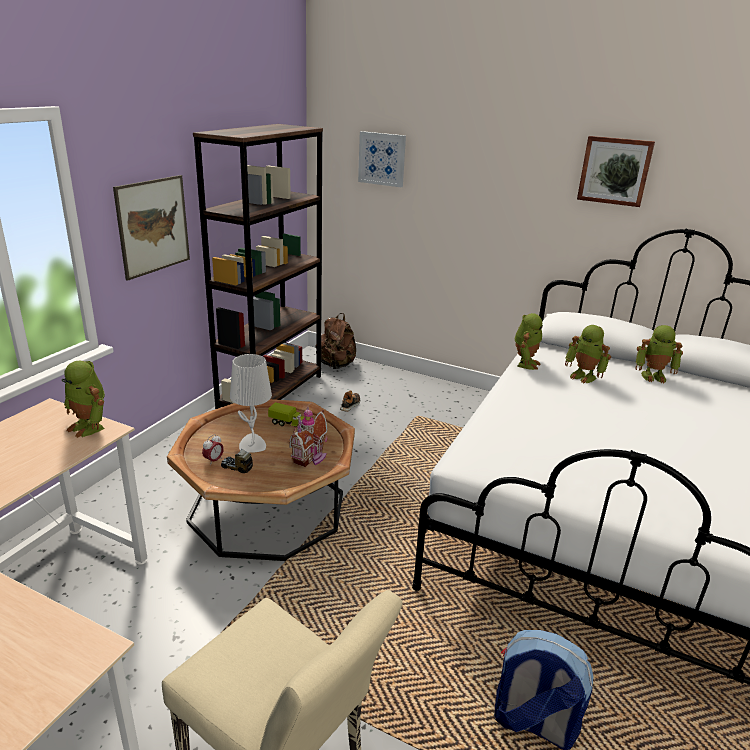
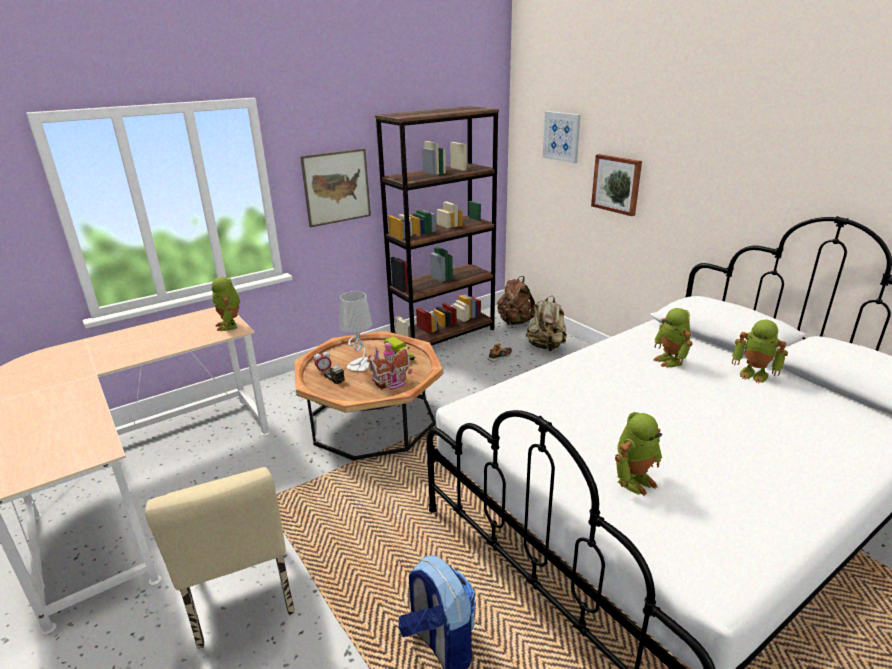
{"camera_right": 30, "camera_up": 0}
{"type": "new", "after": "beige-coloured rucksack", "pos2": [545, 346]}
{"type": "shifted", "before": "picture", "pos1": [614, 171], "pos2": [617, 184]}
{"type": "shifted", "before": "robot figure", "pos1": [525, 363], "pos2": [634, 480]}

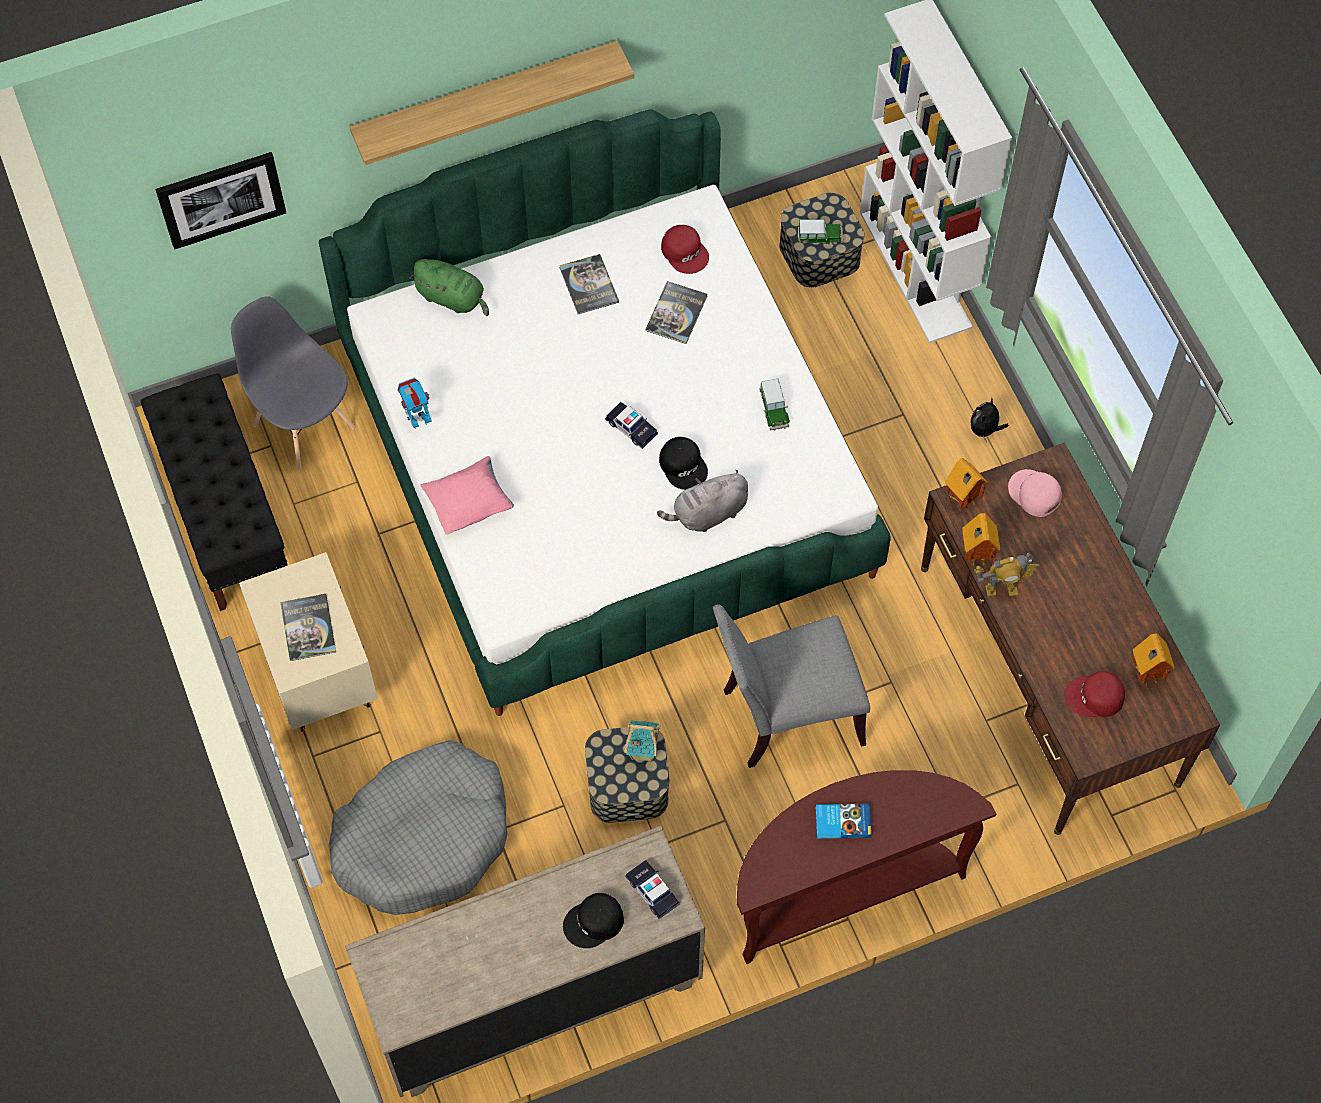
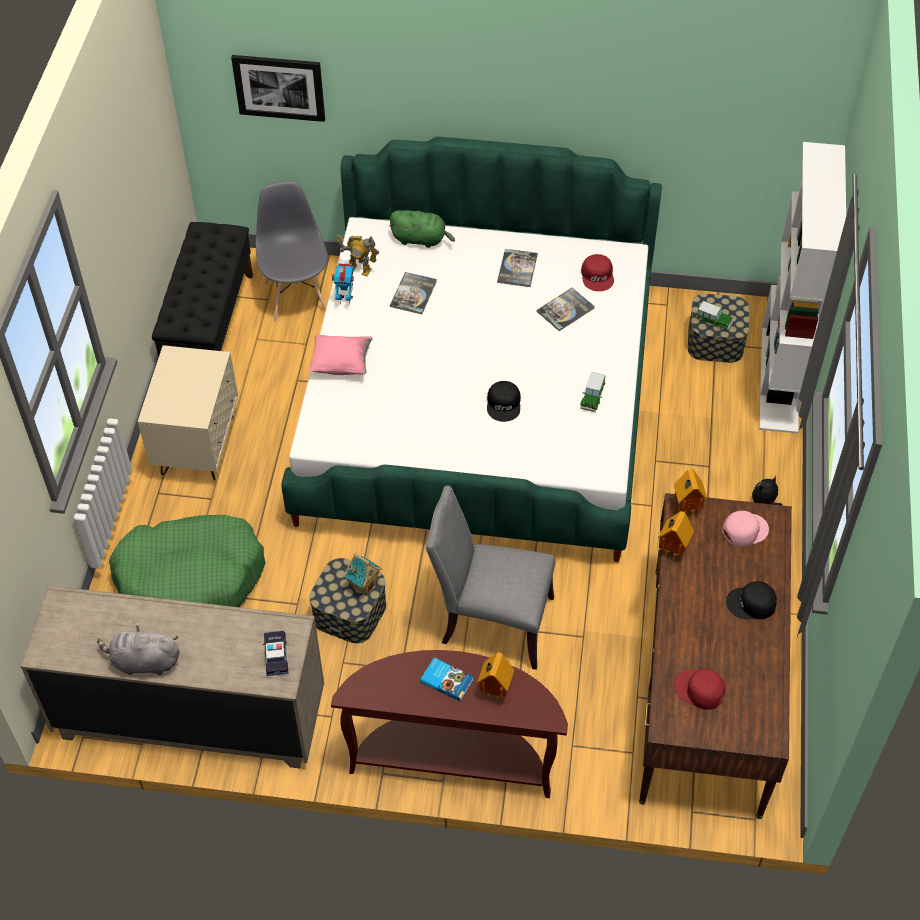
{"camera_right": 30, "camera_up": -10}
{"type": "shifted", "before": "greyish soft toy", "pos1": [707, 514], "pos2": [143, 662]}
{"type": "repainted", "before": "greyish pet bed", "after": "green pet bed", "pos1": [423, 837], "pos2": [191, 578]}
{"type": "shifted", "before": "robot figure", "pos1": [1001, 589], "pos2": [359, 269]}
{"type": "rotated", "before": "green soft toy", "pos1": [453, 298], "pos2": [421, 239], "turn": -45}
{"type": "shifted", "before": "volume", "pos1": [308, 628], "pos2": [413, 294]}
{"type": "shifted", "before": "toy house", "pos1": [1145, 674], "pos2": [493, 691]}
{"type": "rotated", "before": "pinkish baseball cap", "pos1": [1034, 494], "pos2": [744, 530], "turn": 75}
{"type": "shifted", "before": "blackish baseball cap", "pos1": [594, 923], "pos2": [751, 604]}
{"type": "gone", "before": "wall shelf", "pos1": [486, 98]}
{"type": "gone", "before": "model car", "pos1": [631, 428]}

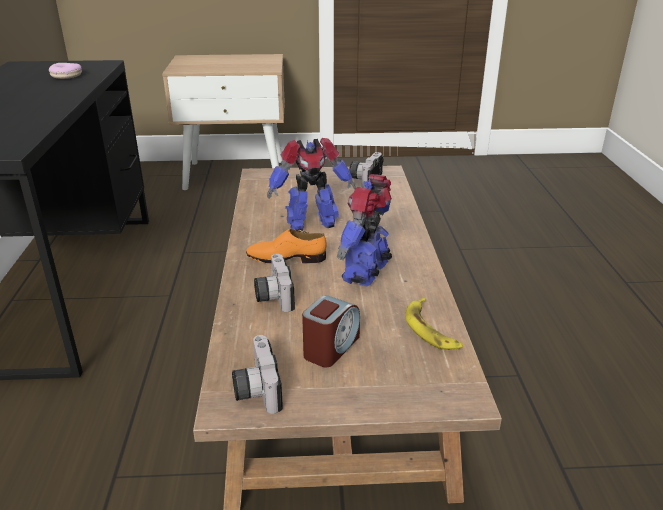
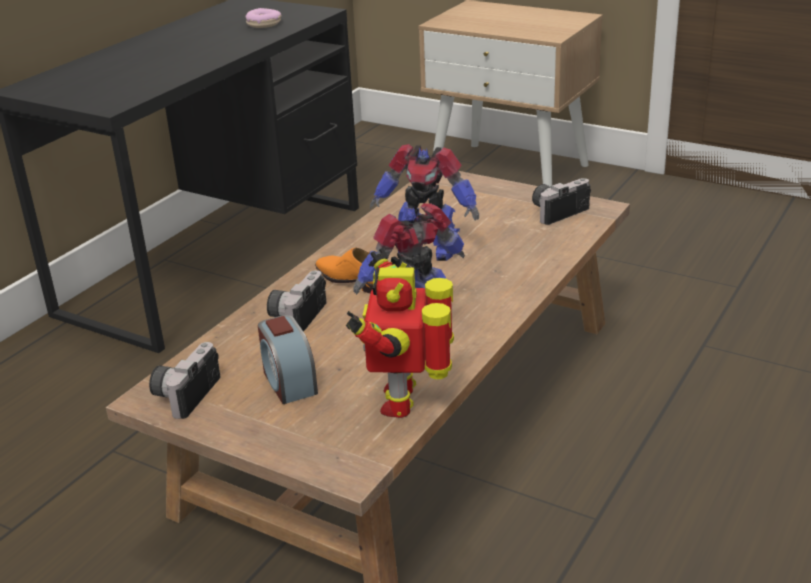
{"camera_right": 35, "camera_up": 0}
{"type": "rotated", "before": "bedside clock", "pos1": [331, 347], "pos2": [288, 382], "turn": 90}
{"type": "swapped", "before": "banana", "after": "robot figure", "pos1": [431, 330], "pos2": [404, 400]}

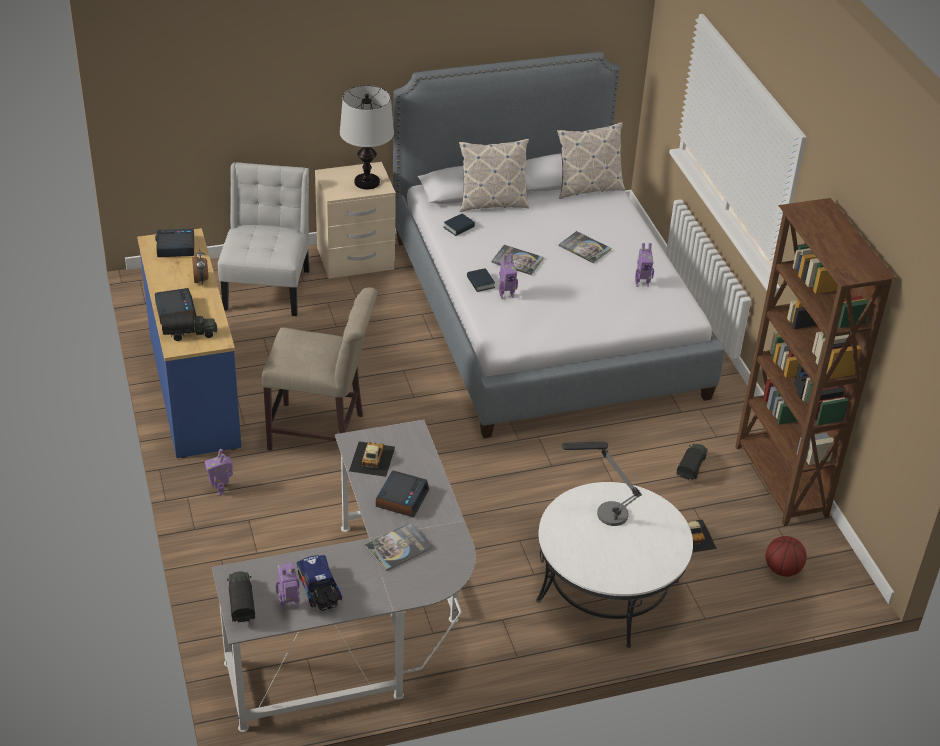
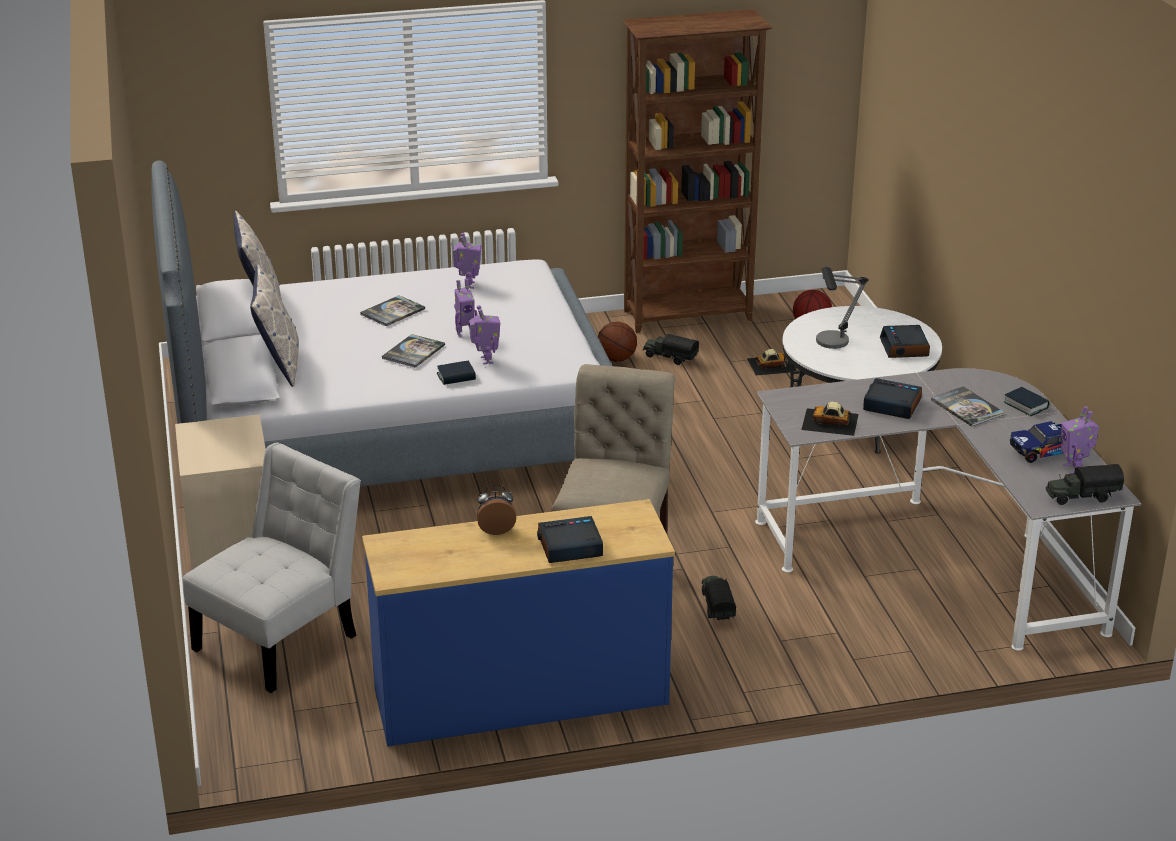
{"camera_right": -85, "camera_up": -10}
{"type": "rotated", "before": "white-coloured chair", "pos1": [268, 286], "pos2": [282, 638], "turn": 120}
{"type": "shifted", "before": "robot figure", "pos1": [220, 489], "pos2": [465, 333]}
{"type": "new", "after": "basketball", "pos2": [617, 359]}
{"type": "shifted", "before": "model truck", "pos1": [190, 334], "pos2": [717, 607]}
{"type": "shifted", "before": "bedside clock", "pos1": [175, 247], "pos2": [905, 348]}
{"type": "shifted", "before": "volume", "pos1": [459, 227], "pos2": [1026, 405]}
{"type": "gone", "before": "table lamp", "pos1": [366, 182]}

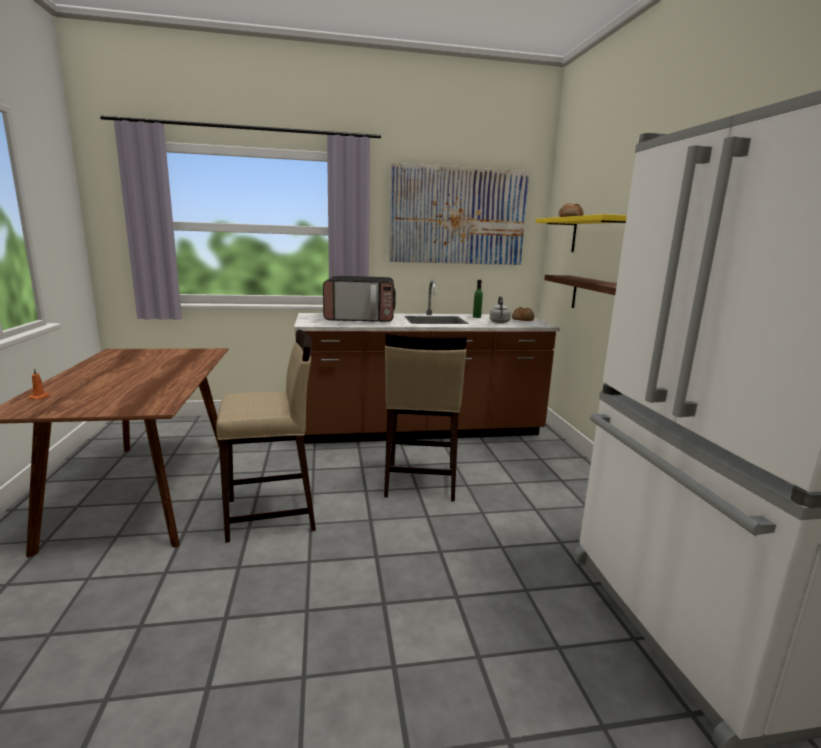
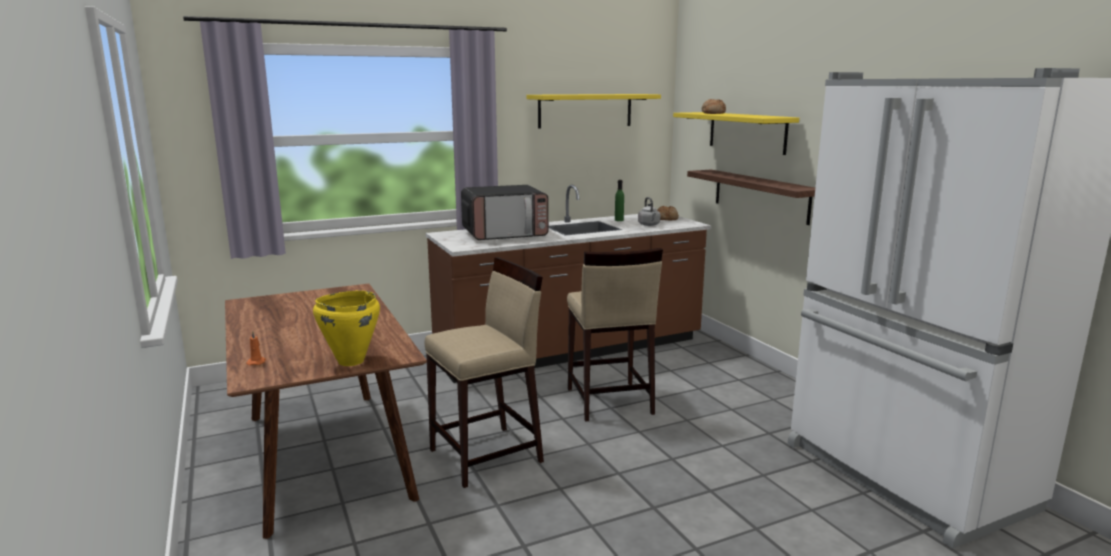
{"camera_right": -15, "camera_up": 0}
{"type": "new", "after": "yellow stockpot", "pos2": [350, 361]}
{"type": "swapped", "before": "picture", "after": "yellow wall shelf", "pos1": [458, 216], "pos2": [585, 110]}

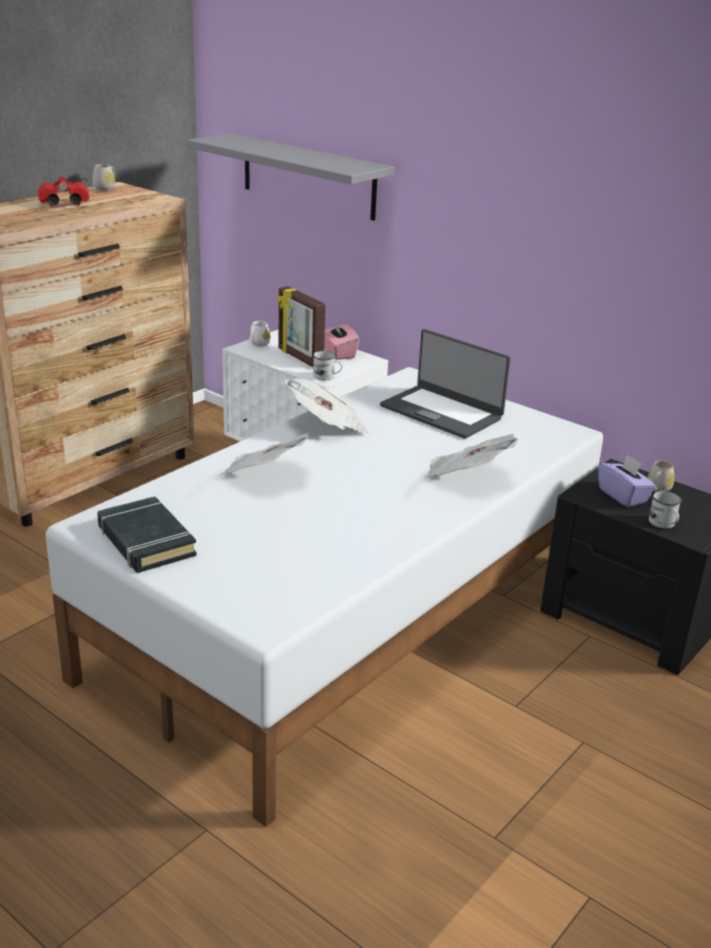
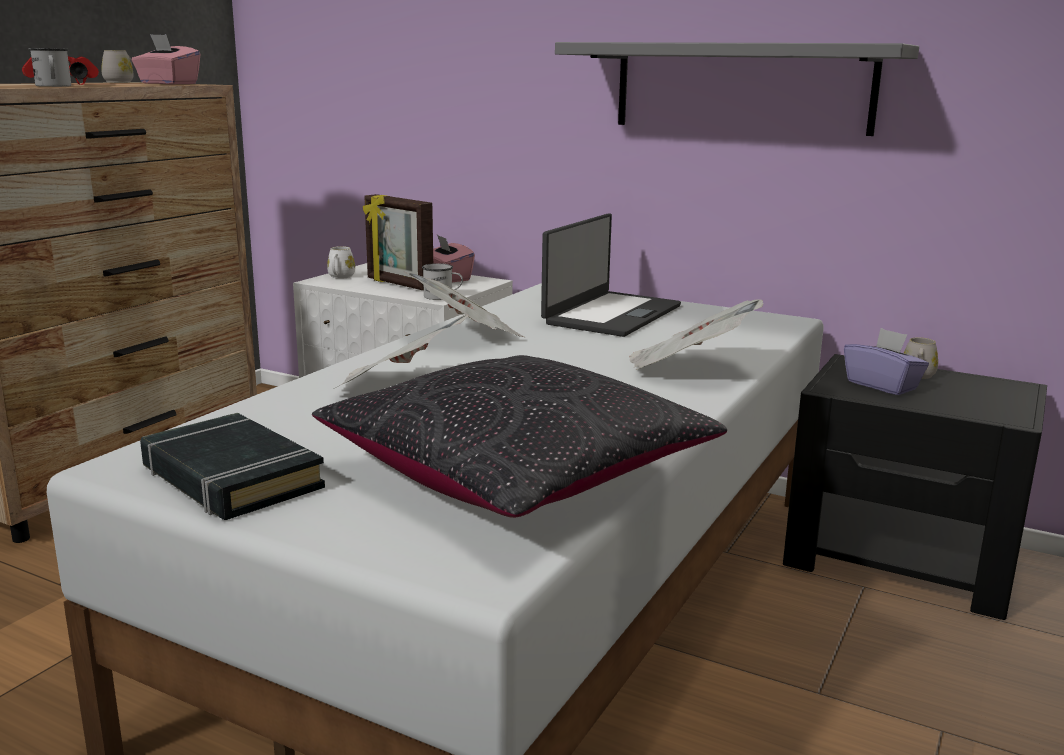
{"camera_right": -10, "camera_up": -10}
{"type": "shifted", "before": "white-coloured mug", "pos1": [664, 524], "pos2": [53, 86]}
{"type": "new", "after": "pinkish tissue holder", "pos2": [168, 83]}
{"type": "new", "after": "blackish cushion", "pos2": [515, 472]}
{"type": "rotated", "before": "notebook computer", "pos1": [442, 412], "pos2": [611, 314], "turn": -90}
{"type": "shifted", "before": "greyish wall shelf", "pos1": [308, 176], "pos2": [742, 88]}

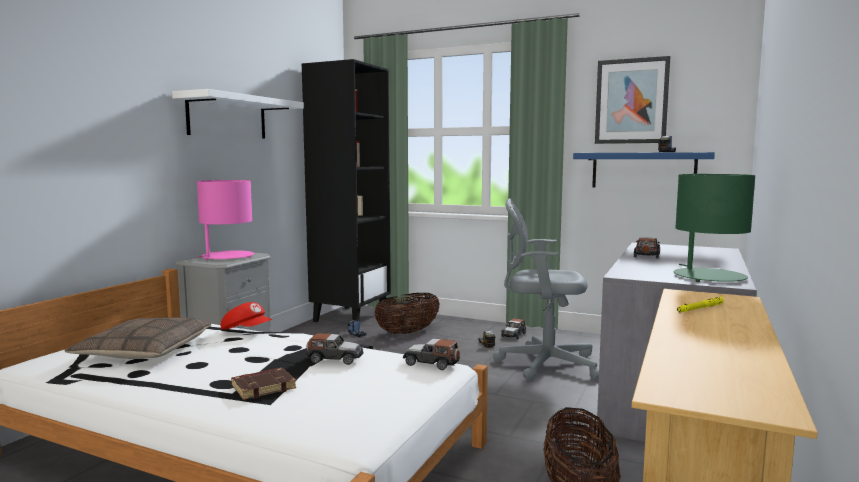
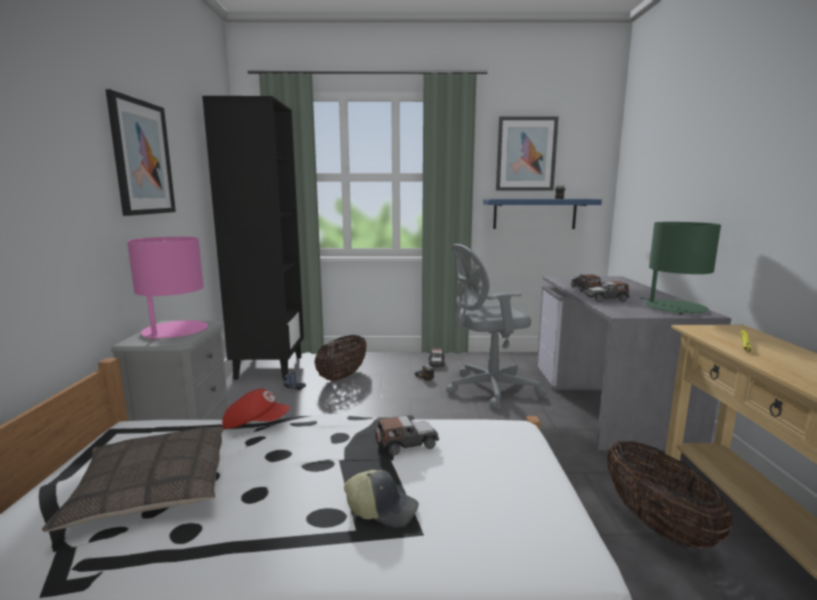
{"camera_right": -25, "camera_up": 5}
{"type": "swapped", "before": "white-coloured wall shelf", "after": "picture", "pos1": [227, 117], "pos2": [142, 158]}
{"type": "swapped", "before": "brownish volume", "after": "baseball cap", "pos1": [264, 387], "pos2": [382, 508]}
{"type": "shifted", "before": "model car", "pos1": [431, 363], "pos2": [606, 299]}

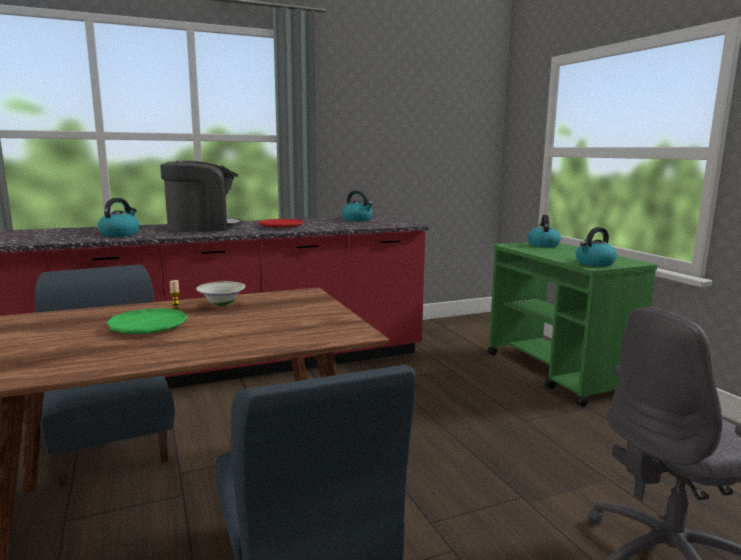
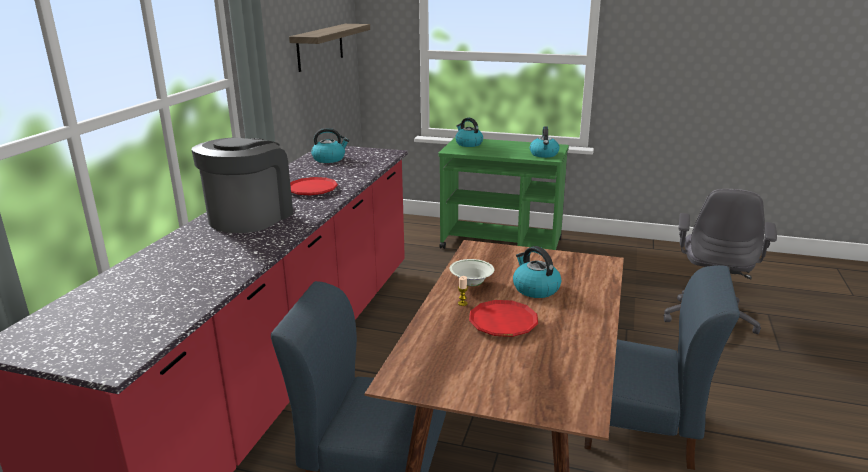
{"camera_right": -50, "camera_up": 10}
{"type": "new", "after": "wall shelf", "pos2": [320, 47]}
{"type": "repainted", "before": "green dinner plate", "after": "reddish dinner plate", "pos1": [148, 326], "pos2": [503, 323]}
{"type": "shifted", "before": "water kettle", "pos1": [120, 234], "pos2": [535, 289]}

